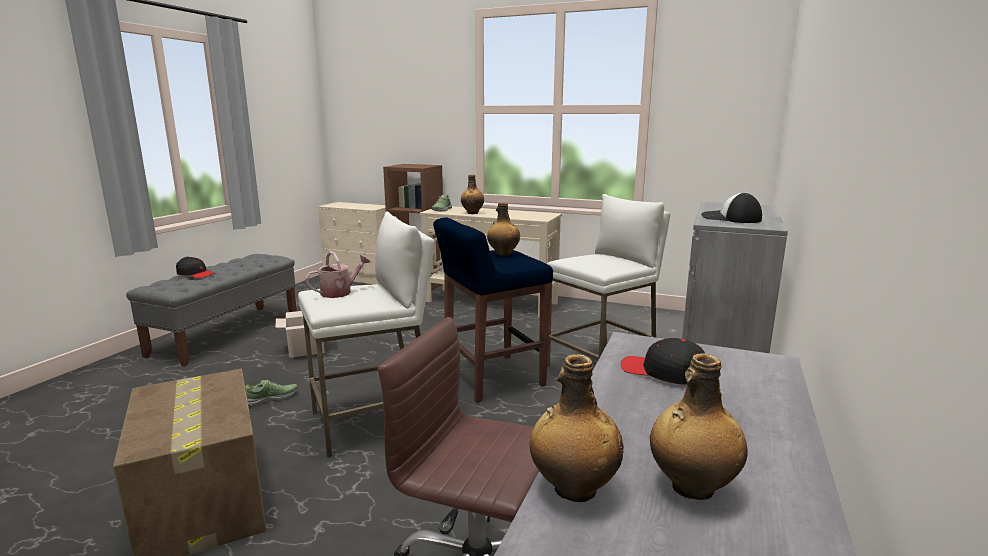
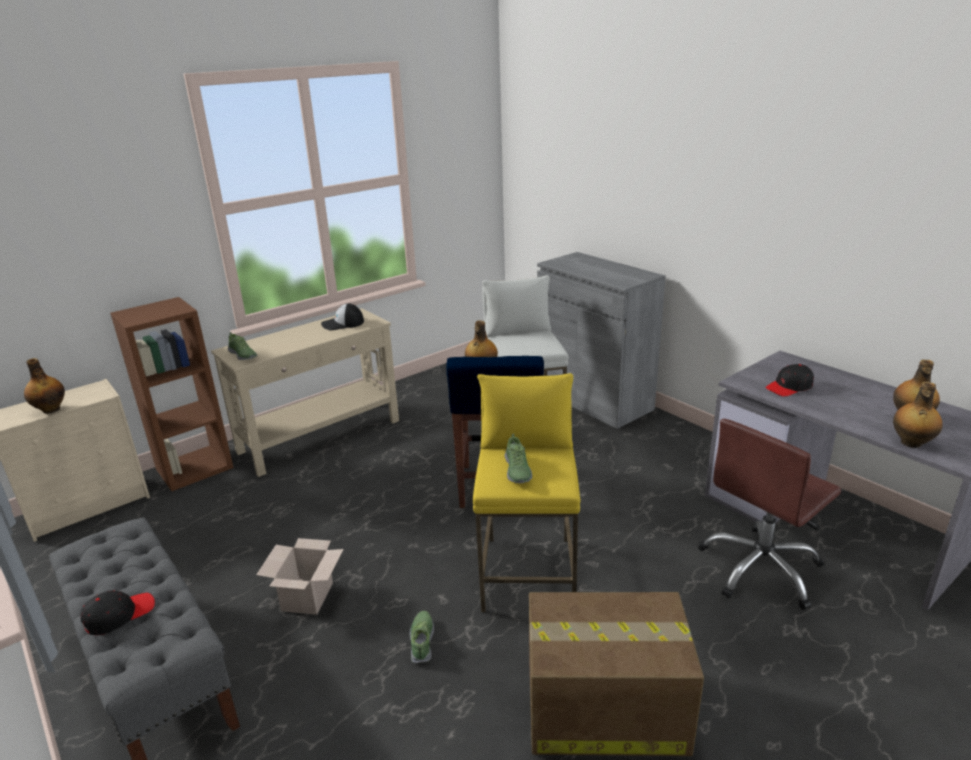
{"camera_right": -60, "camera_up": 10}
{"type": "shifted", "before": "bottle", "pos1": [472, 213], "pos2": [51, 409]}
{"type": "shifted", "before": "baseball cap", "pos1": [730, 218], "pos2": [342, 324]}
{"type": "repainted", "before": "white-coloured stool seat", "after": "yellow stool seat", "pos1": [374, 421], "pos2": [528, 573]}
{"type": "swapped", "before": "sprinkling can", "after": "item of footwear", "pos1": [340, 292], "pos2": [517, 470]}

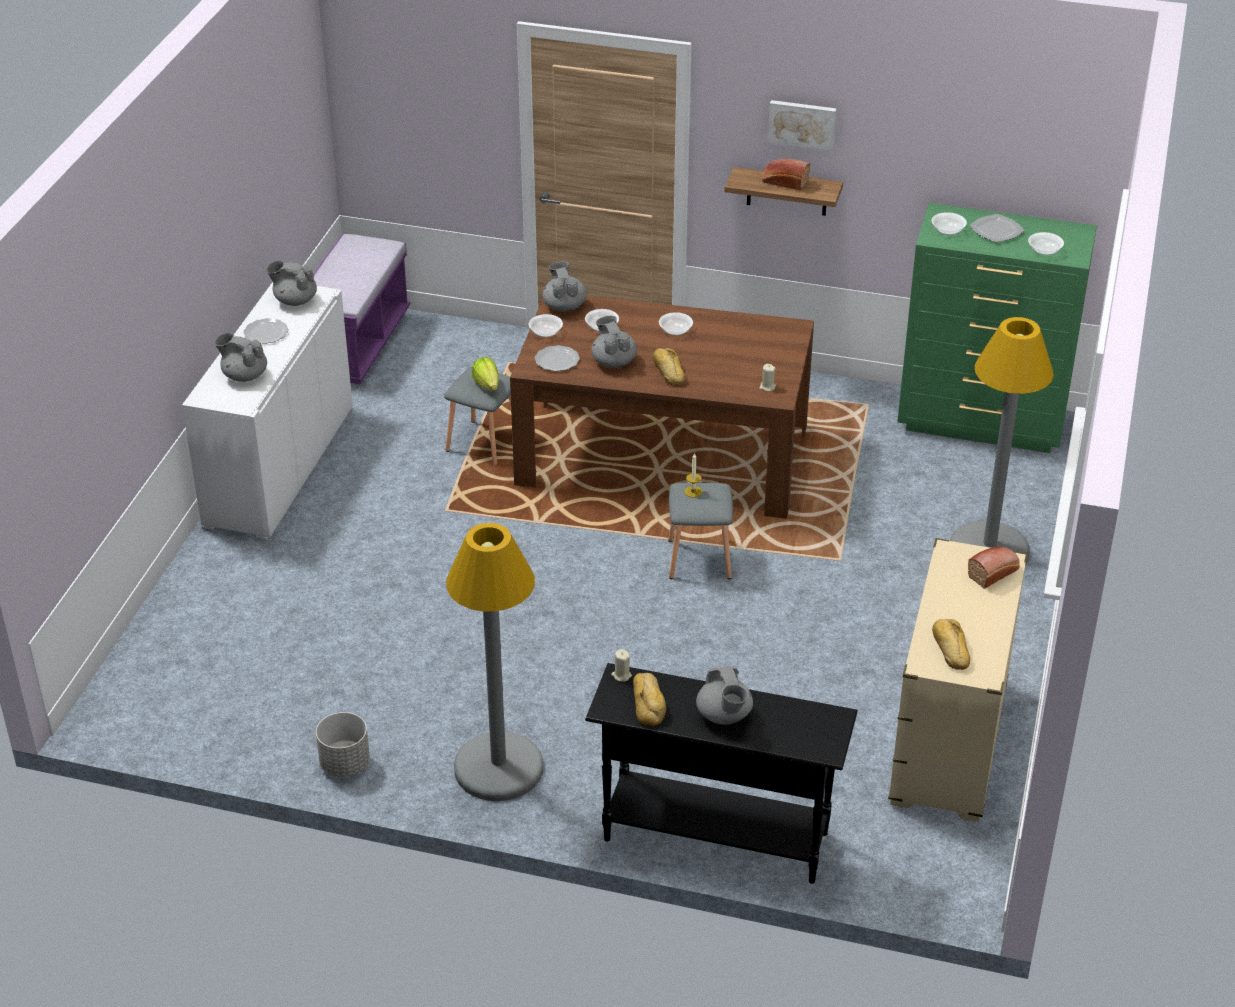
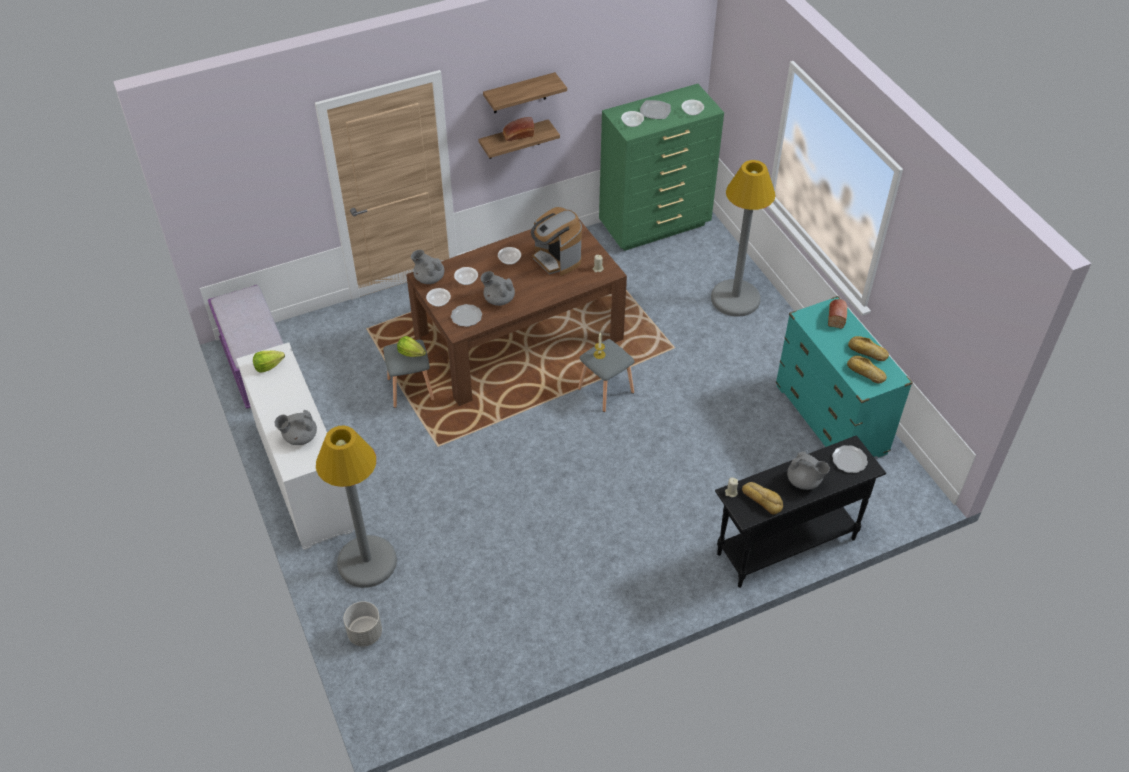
{"camera_right": -40, "camera_up": 10}
{"type": "swapped", "before": "greyish tea pot", "after": "lettuce head", "pos1": [295, 300], "pos2": [268, 366]}
{"type": "shifted", "before": "greyish floor lamp", "pos1": [498, 768], "pos2": [367, 562]}
{"type": "shifted", "before": "greyish planter", "pos1": [345, 763], "pos2": [365, 633]}
{"type": "swapped", "before": "picture", "after": "wall shelf", "pos1": [802, 124], "pos2": [519, 93]}
{"type": "new", "after": "coffee machine", "pos2": [556, 259]}
{"type": "repainted", "before": "beige-coloured drawer chest", "after": "blue-green drawer chest", "pos1": [949, 744], "pos2": [830, 420]}
{"type": "shifted", "before": "dinner plate", "pos1": [265, 333], "pos2": [849, 460]}
{"type": "shifted", "before": "bakery bread", "pos1": [668, 371], "pos2": [867, 352]}

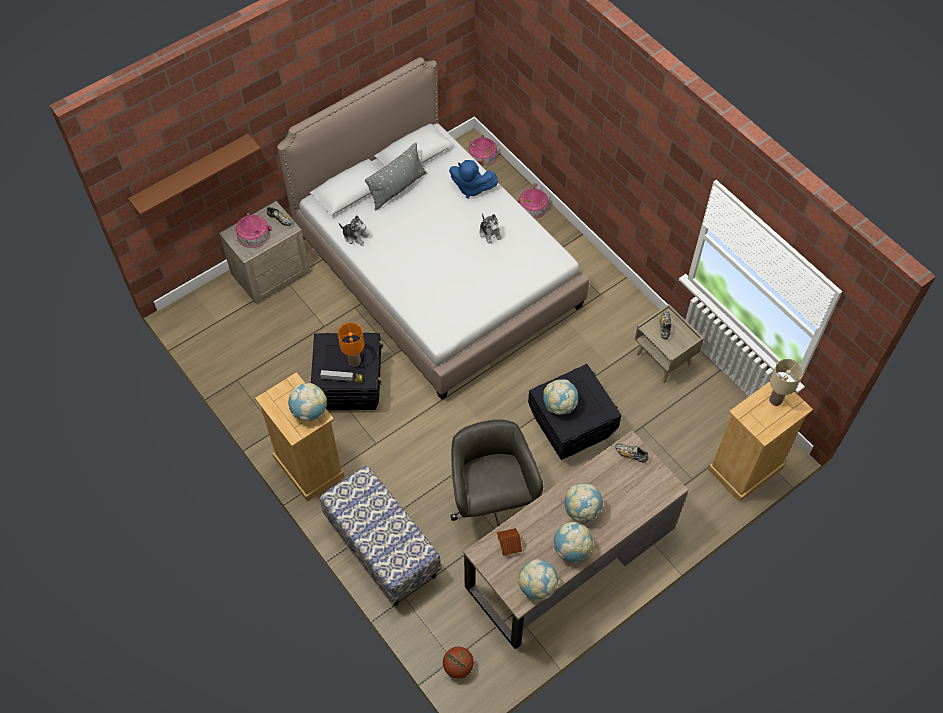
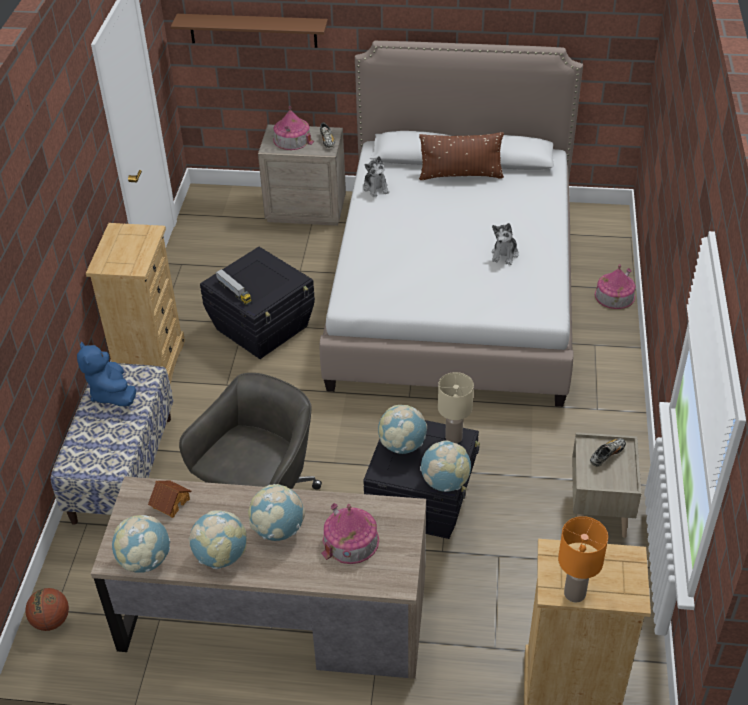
{"camera_right": 45, "camera_up": -15}
{"type": "shifted", "before": "bluish soft toy", "pos1": [471, 188], "pos2": [111, 393]}
{"type": "shifted", "before": "toy house", "pos1": [482, 155], "pos2": [350, 540]}
{"type": "repainted", "before": "greyish cushion", "after": "brownish cushion", "pos1": [397, 188], "pos2": [460, 175]}
{"type": "shifted", "before": "world globe", "pos1": [309, 411], "pos2": [445, 482]}
{"type": "shifted", "before": "beige-coloured table lamp", "pos1": [775, 400], "pos2": [453, 437]}
{"type": "shifted", "before": "orangey table lamp", "pos1": [355, 361], "pos2": [575, 594]}
{"type": "gone", "before": "item of footwear", "pos1": [630, 455]}

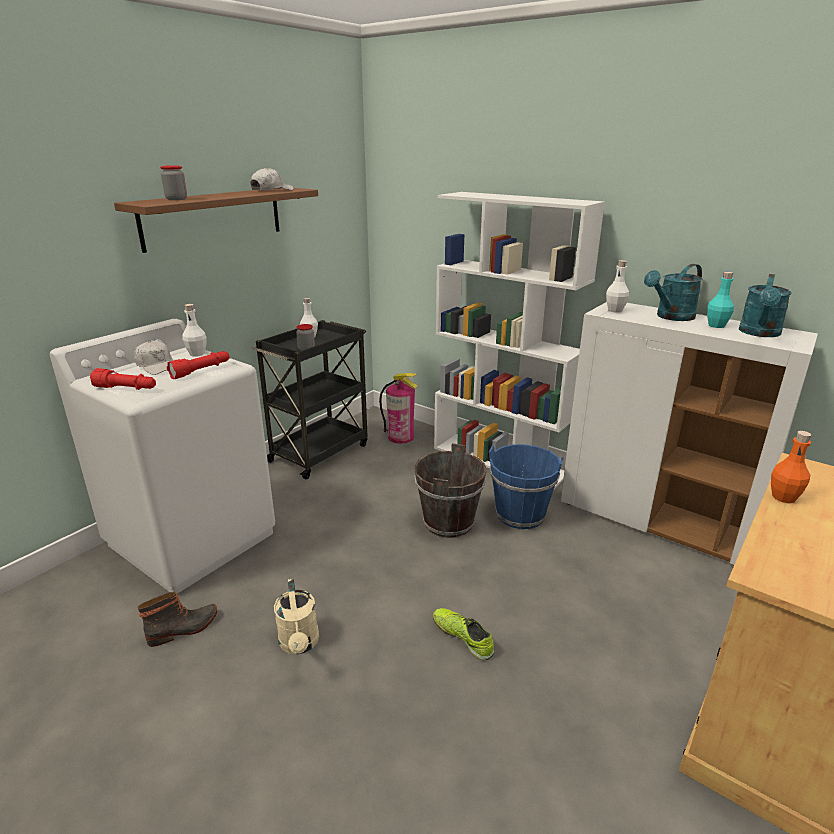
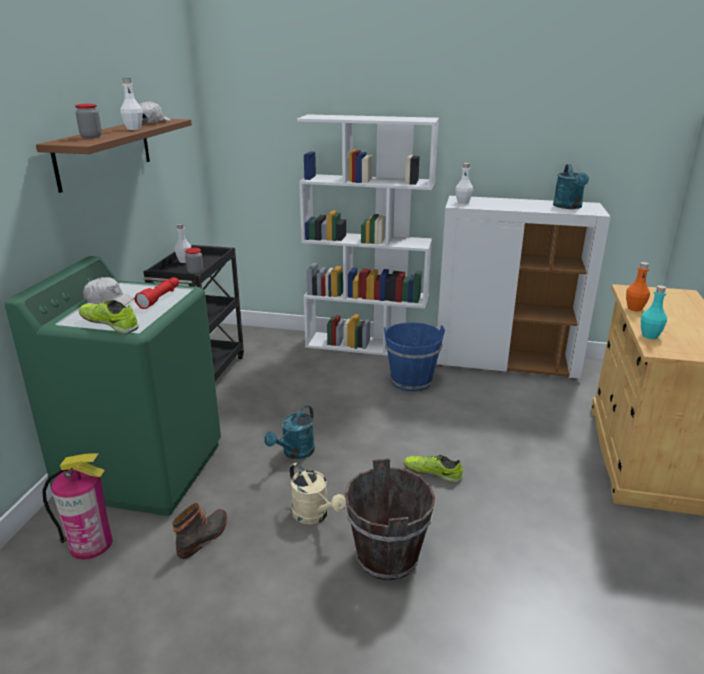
{"camera_right": -25, "camera_up": 0}
{"type": "repainted", "before": "white-coloured laundry appliance", "after": "green laundry appliance", "pos1": [193, 538], "pos2": [144, 469]}
{"type": "shifted", "before": "extinguisher", "pos1": [401, 437], "pos2": [91, 544]}
{"type": "swapped", "before": "reddish flashlight", "after": "item of footwear", "pos1": [126, 389], "pos2": [110, 324]}
{"type": "shifted", "before": "white-coloured bottle", "pos1": [197, 354], "pos2": [134, 129]}
{"type": "shifted", "before": "blue-green sprinkling can", "pos1": [671, 317], "pos2": [295, 453]}
{"type": "shifted", "before": "brownish pail", "pos1": [449, 523], "pos2": [388, 557]}
{"type": "shifted", "before": "blue-green bottle", "pos1": [716, 325], "pos2": [650, 336]}

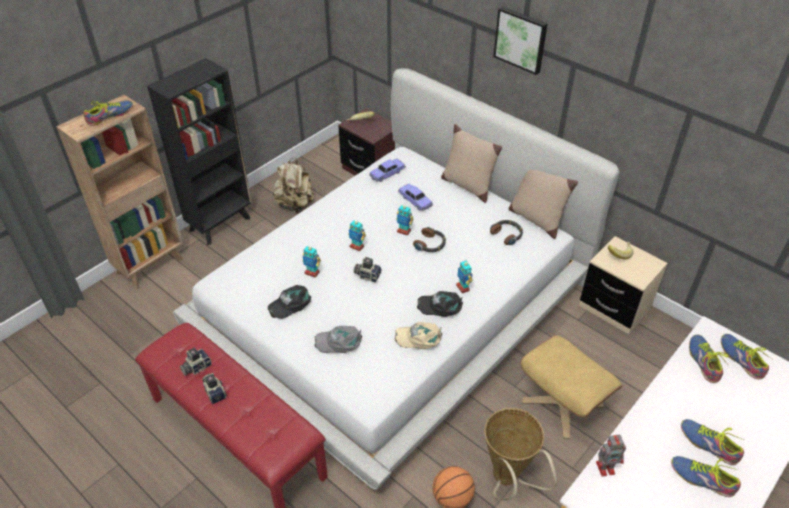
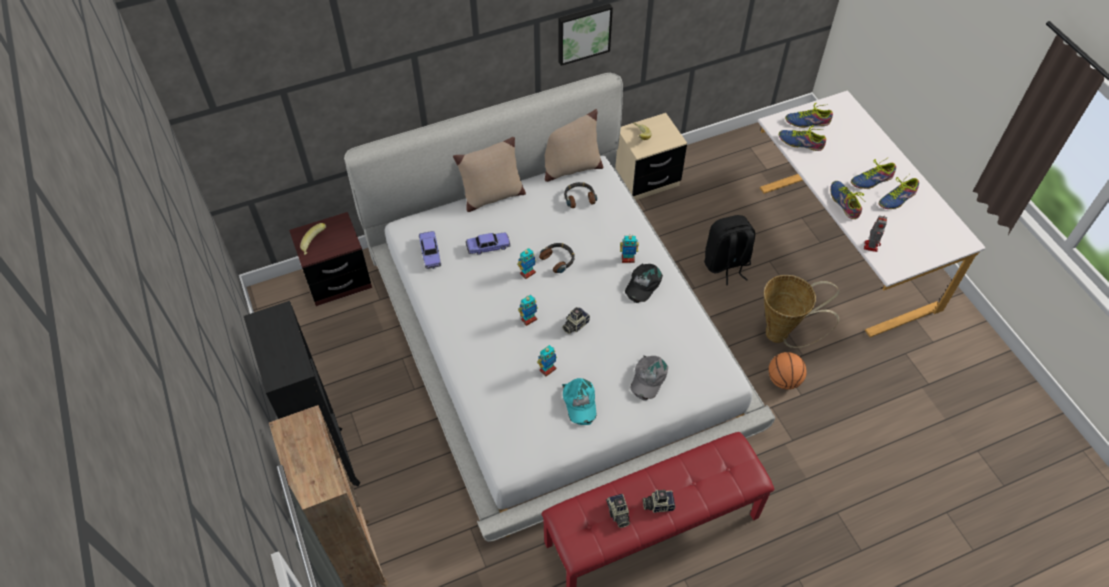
{"camera_right": -65, "camera_up": 10}
{"type": "shifted", "before": "picture", "pos1": [521, 39], "pos2": [583, 33]}
{"type": "repainted", "before": "blackish baseball cap", "after": "blue-green baseball cap", "pos1": [290, 303], "pos2": [579, 402]}
{"type": "swapped", "before": "beige-coloured ottoman", "after": "blackish rucksack", "pos1": [562, 403], "pos2": [726, 264]}
{"type": "shifted", "before": "item of footwear", "pos1": [110, 116], "pos2": [844, 202]}
{"type": "gone", "before": "beige-coloured rucksack", "pos1": [295, 205]}
{"type": "gone", "before": "beige-coloured baseball cap", "pos1": [419, 337]}

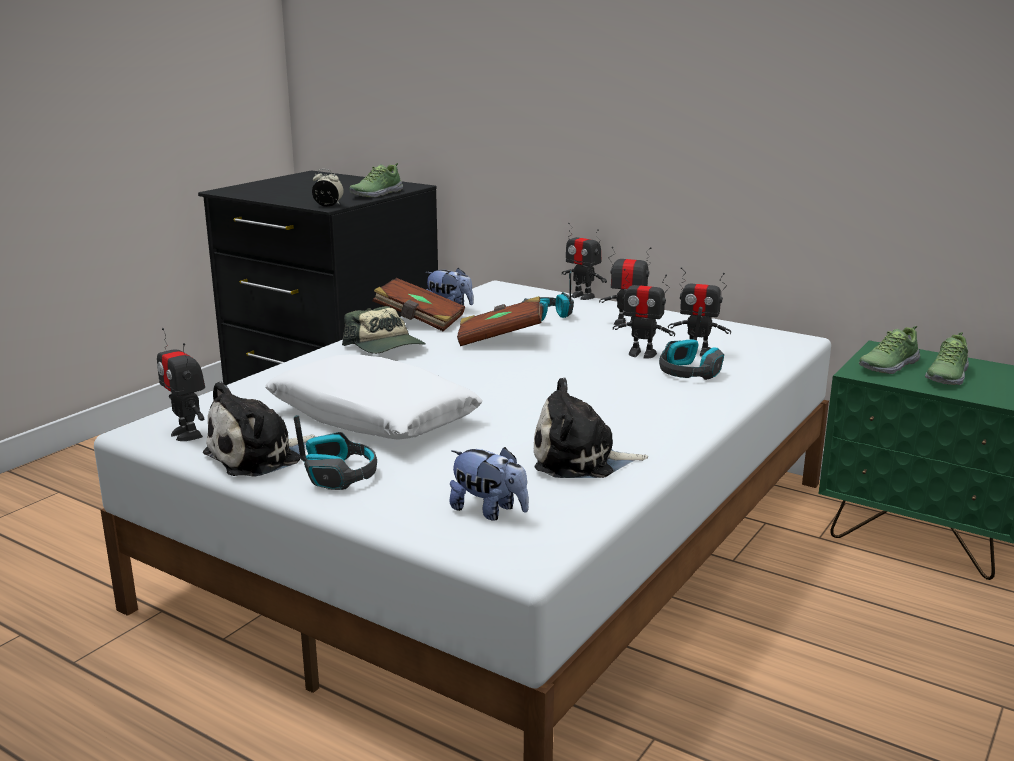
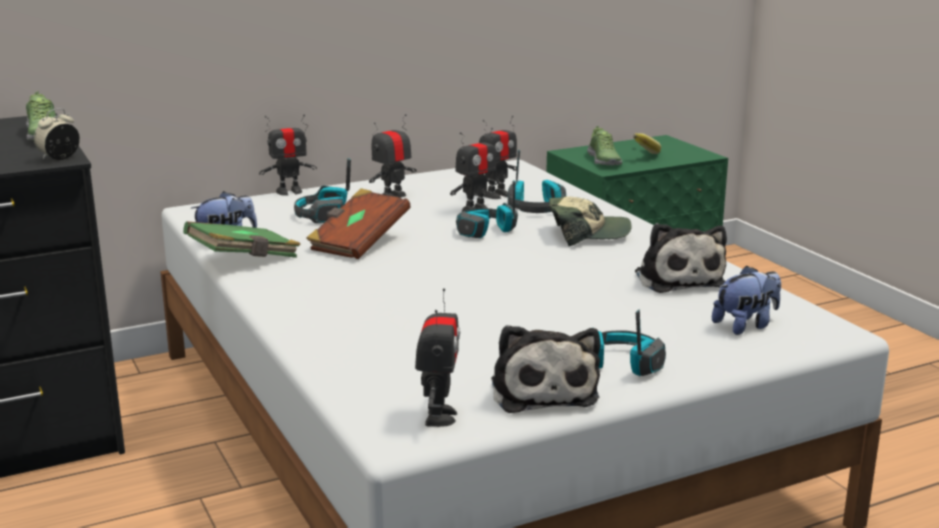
{"camera_right": -60, "camera_up": 0}
{"type": "repainted", "before": "brownish volume", "after": "green volume", "pos1": [419, 321], "pos2": [244, 260]}
{"type": "rotated", "before": "robot figure", "pos1": [187, 434], "pos2": [439, 416], "turn": -75}
{"type": "new", "after": "headset", "pos2": [484, 231]}
{"type": "shifted", "before": "baseball cap", "pos1": [386, 346], "pos2": [587, 234]}
{"type": "swapped", "before": "item of footwear", "after": "banana", "pos1": [946, 376], "pos2": [640, 155]}
{"type": "rotated", "before": "soft toy", "pos1": [580, 460], "pos2": [677, 278], "turn": -45}
{"type": "gone", "before": "white-coloured cushion", "pos1": [373, 417]}

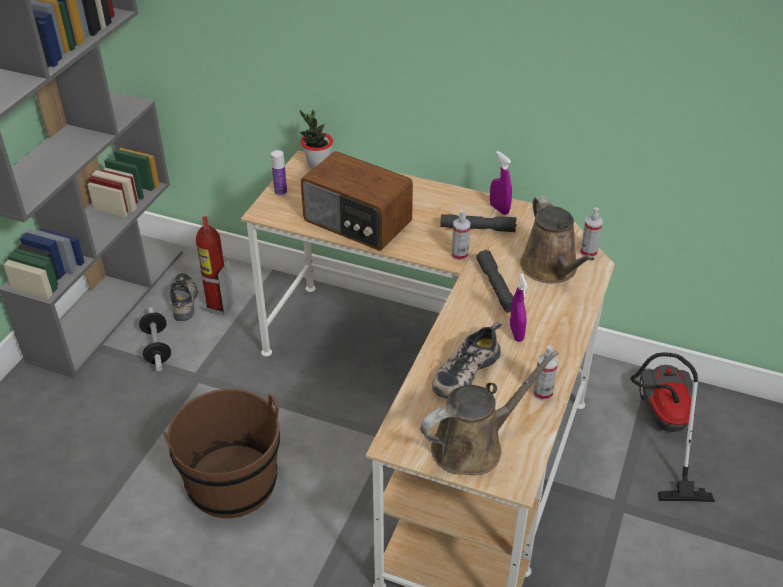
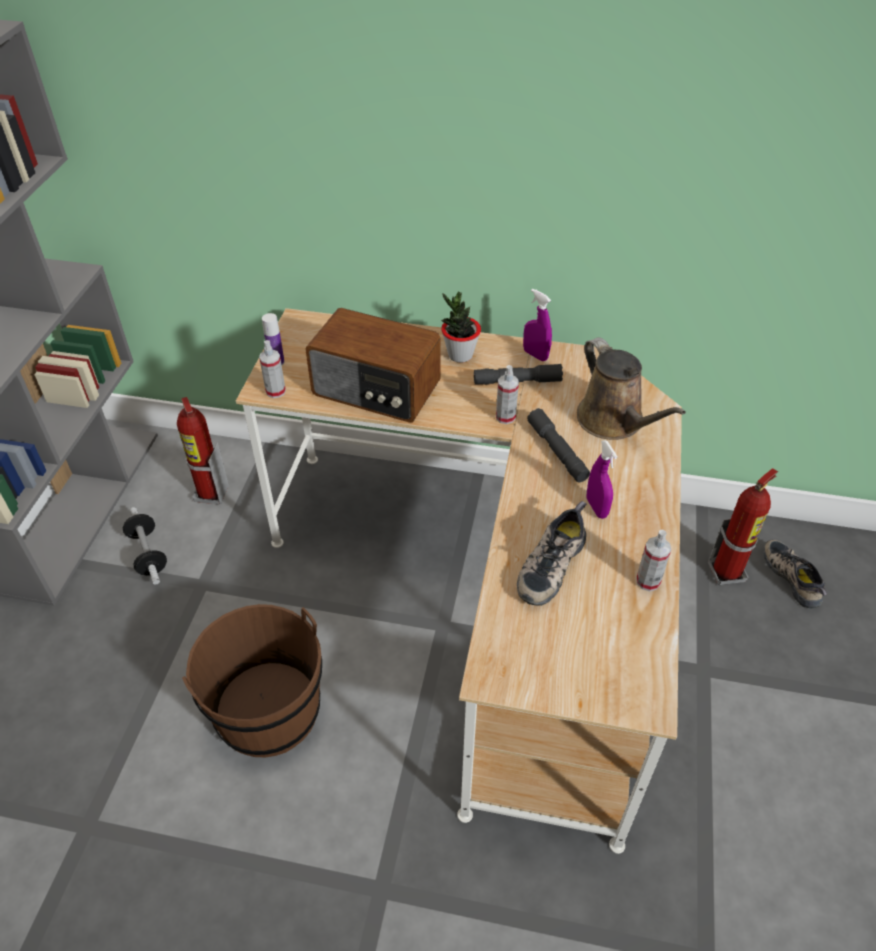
{"camera_right": -10, "camera_up": 5}
{"type": "shifted", "before": "sprayer", "pos1": [588, 252], "pos2": [275, 391]}
{"type": "shifted", "before": "potted plant", "pos1": [318, 164], "pos2": [460, 355]}
{"type": "swapped", "before": "vacuum", "after": "extinguisher", "pos1": [663, 428], "pos2": [727, 572]}
{"type": "shifted", "before": "item of footwear", "pos1": [185, 300], "pos2": [793, 577]}
{"type": "gone", "before": "brownish sprinkling can", "pos1": [473, 445]}

